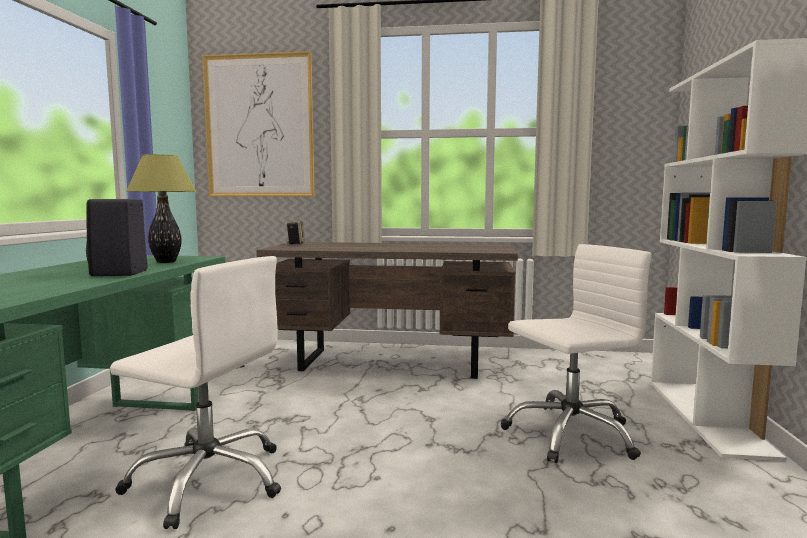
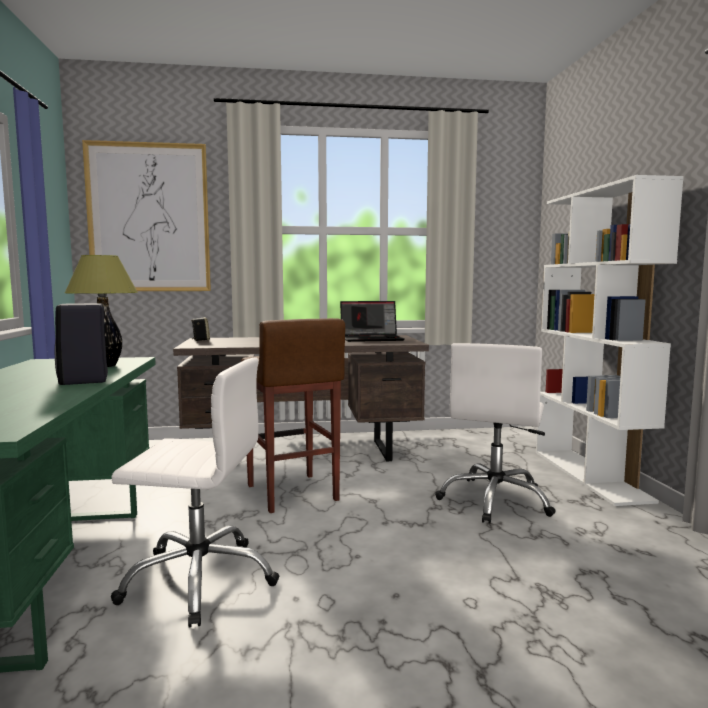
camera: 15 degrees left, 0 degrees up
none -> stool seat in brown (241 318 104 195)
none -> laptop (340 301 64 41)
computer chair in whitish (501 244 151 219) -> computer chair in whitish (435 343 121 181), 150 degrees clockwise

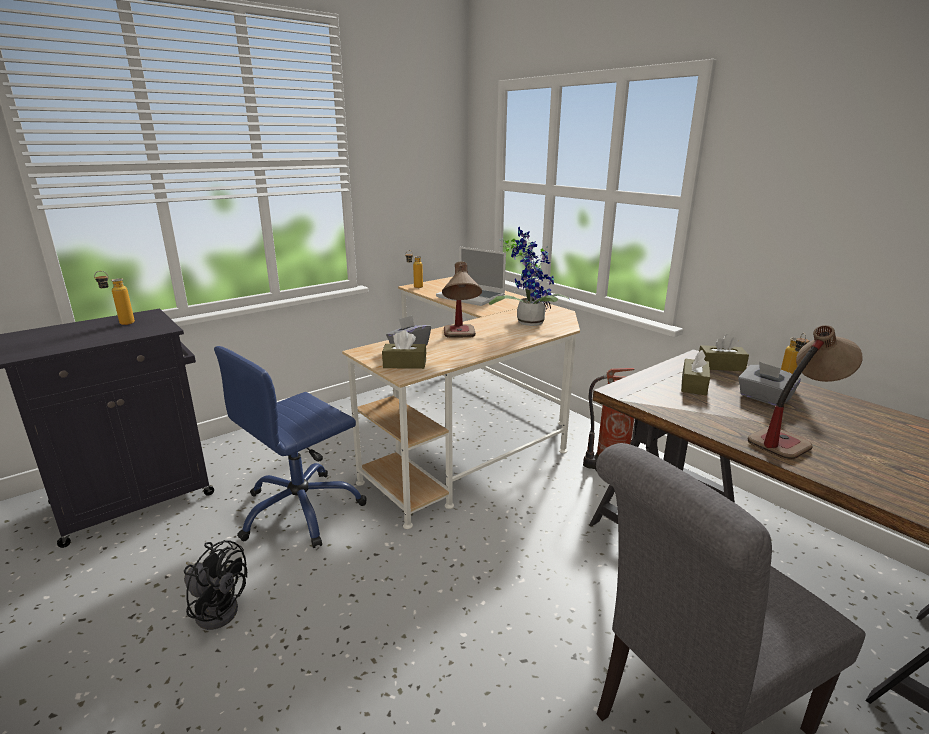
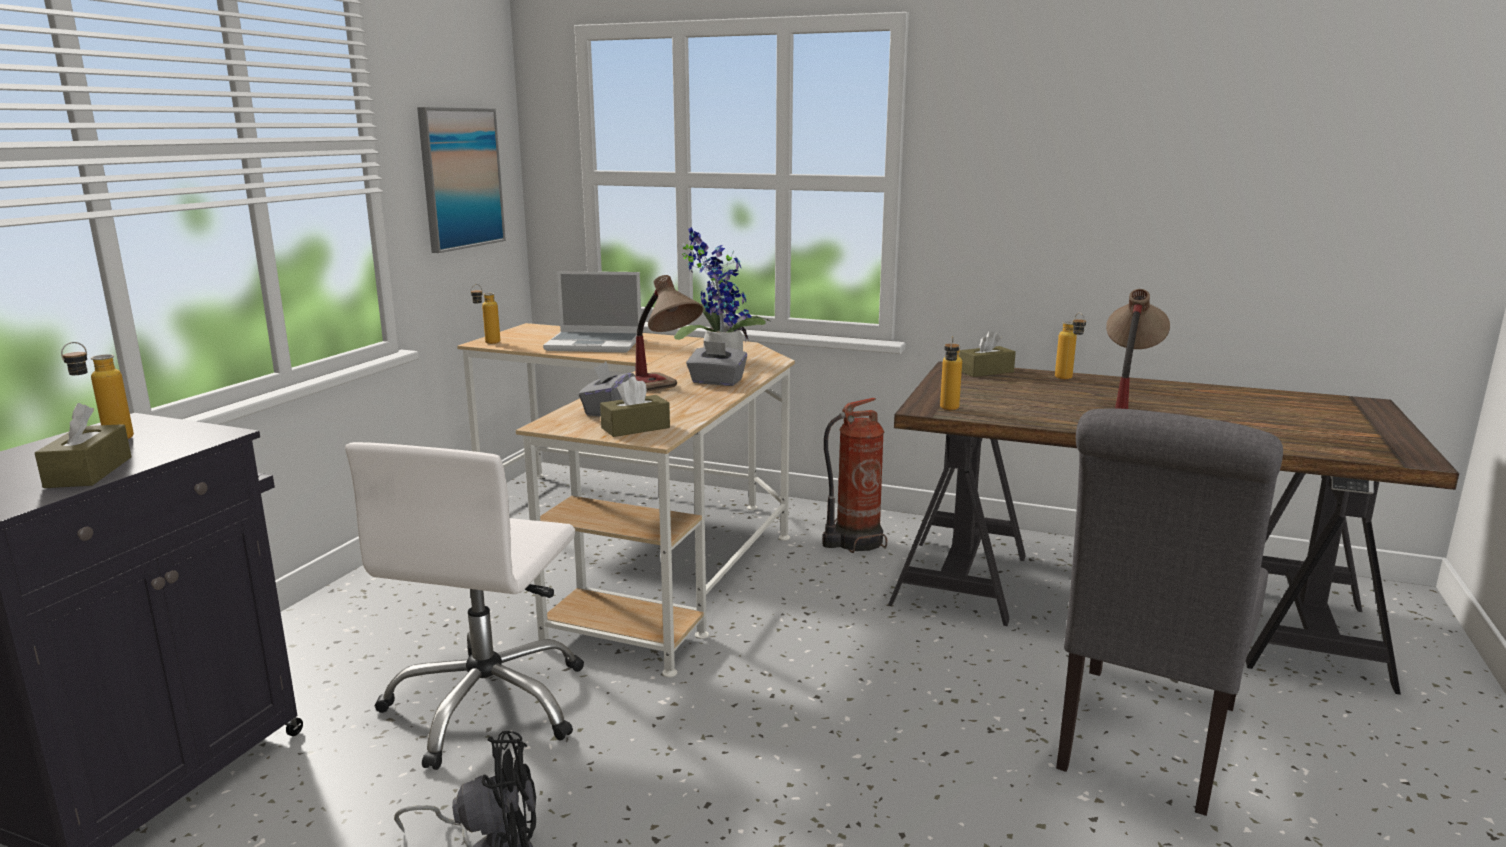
camera: 30 degrees left, 5 degrees down
box of tissues in brown (681 350 29 45) -> box of tissues in brown (35 403 96 85), relocated
computer chair in blue-coloured (214 346 153 202) -> computer chair in whitish (345 442 239 328)
none -> wall art (417 107 89 146)
box of tissues in gray (738 362 63 44) -> box of tissues in gray (686 341 61 45), relocated
none -> bottle (940 336 22 74)

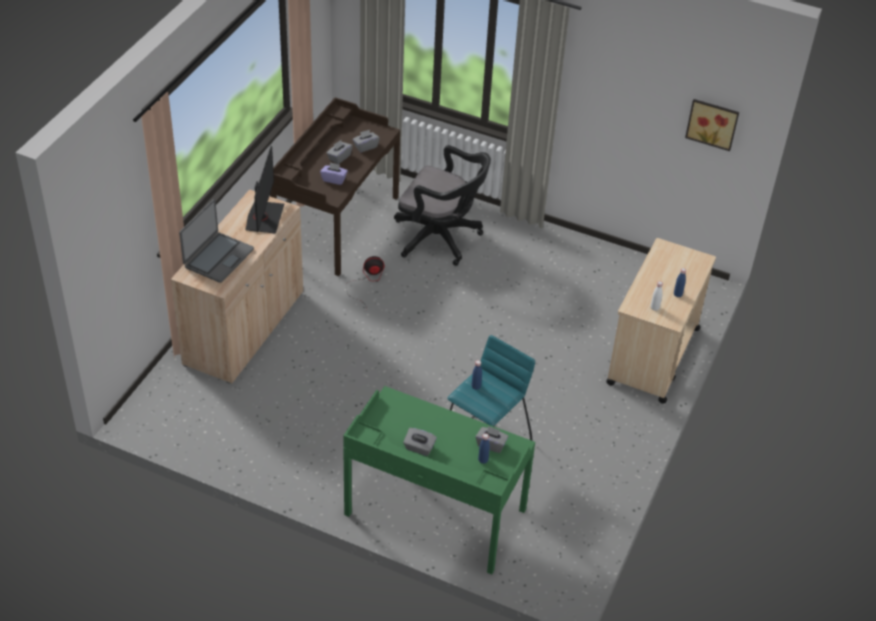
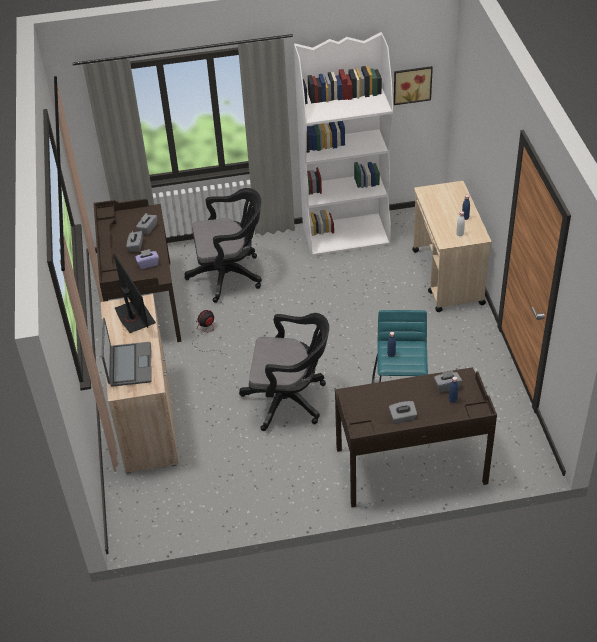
camera: 30 degrees left, 0 degrees up
none -> computer chair in black (239 313 90 118)
none -> bookshelf in whitish (294 32 99 224)
desk table in green-coloured (343 386 192 188) -> desk table in brown (335 367 162 140)

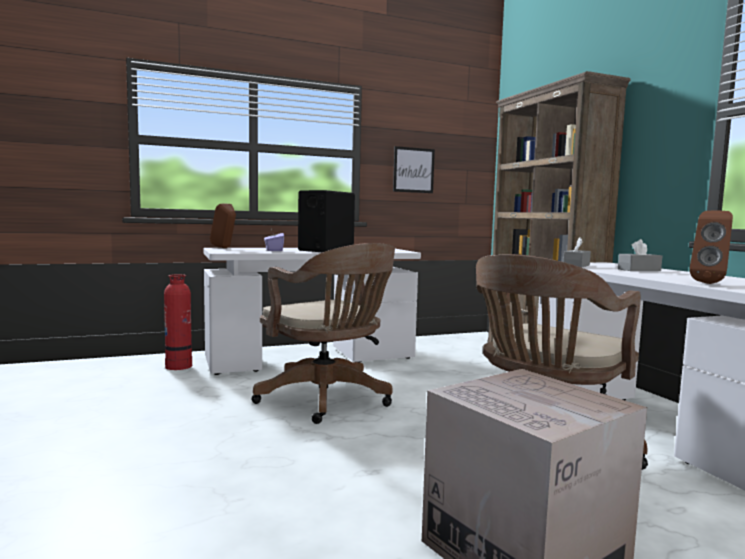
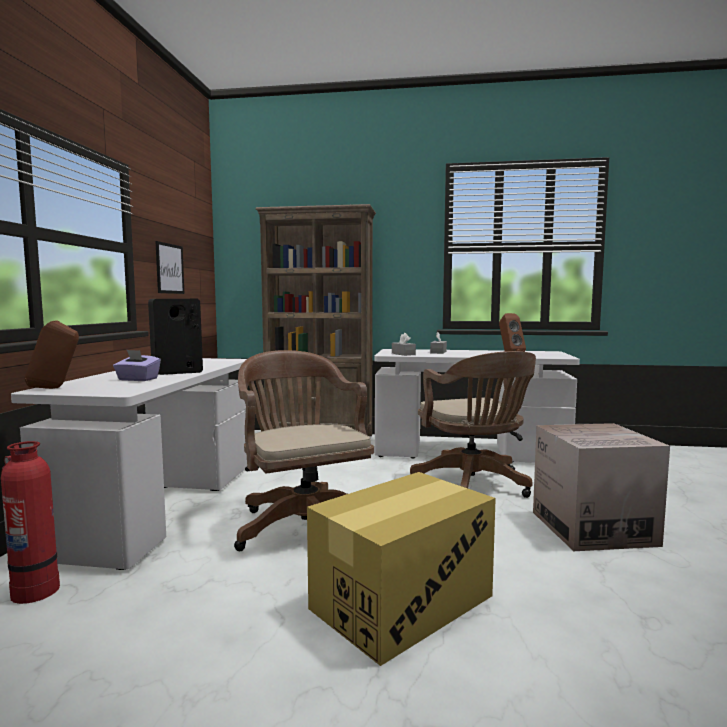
camera: 60 degrees left, 0 degrees up
computer chair in brown (252 243 143 181) -> computer chair in brown (234 350 140 201), 105 degrees counterclockwise
none -> carton (307 472 189 194)

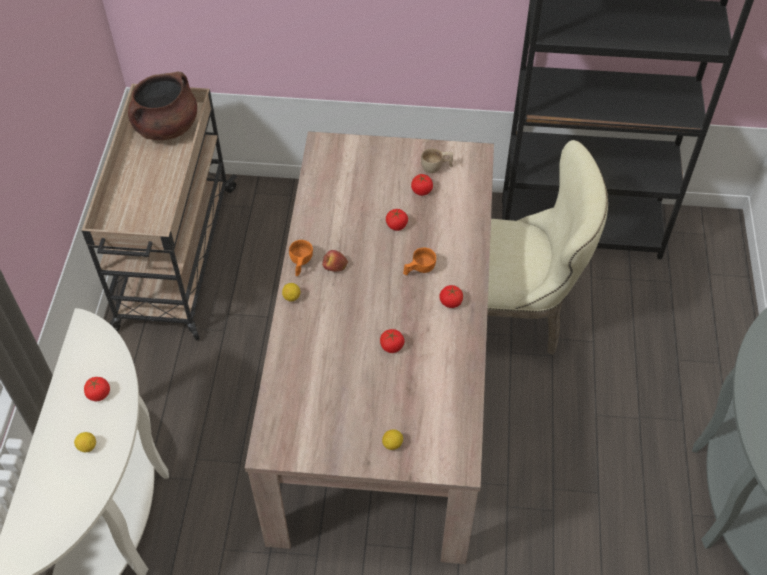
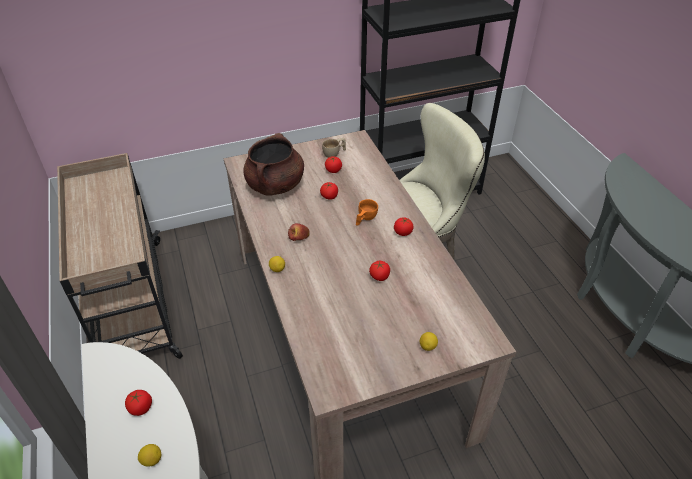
camera: 25 degrees left, 10 degrees down
stockpot in brown (128 72 69 68) -> stockpot in brown (243 133 61 63), relocated
cup in orange-coloured (289 240 24 36) -> none

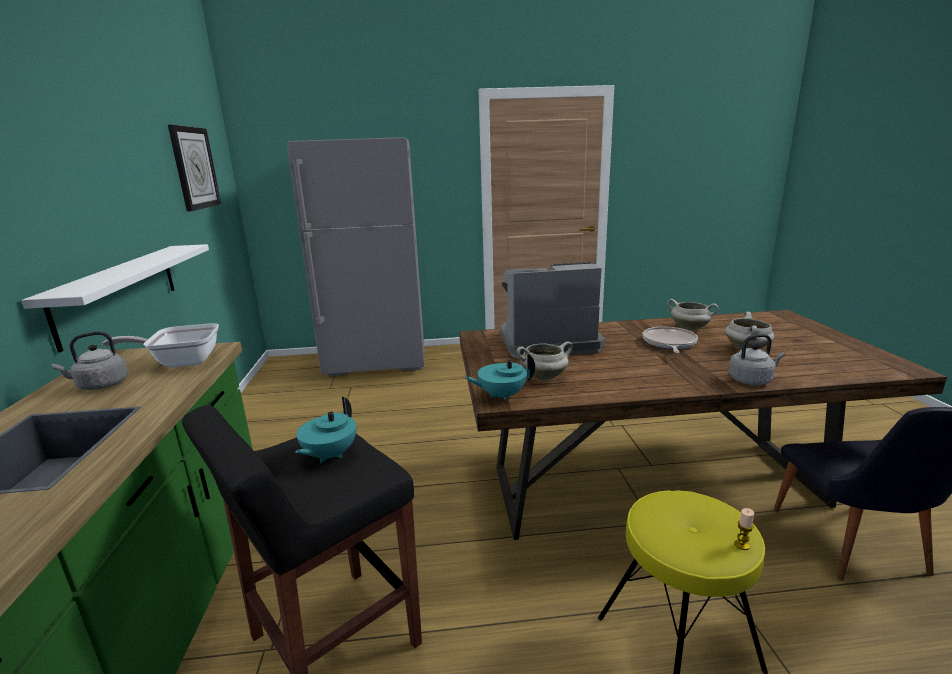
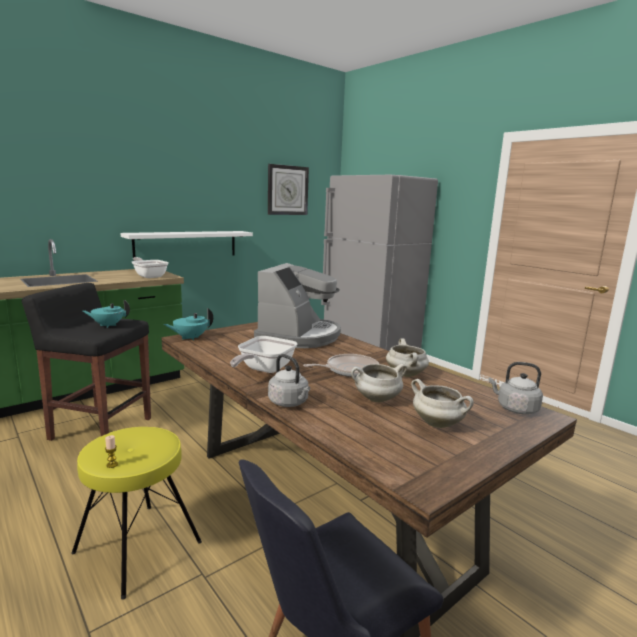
camera: 55 degrees right, 5 degrees down
tea pot in blue-green (464 353 71 48) -> tea pot in blue-green (164 308 49 32), 75 degrees counterclockwise
none -> pan (230 336 67 37)
coffee machine (500 262 105 97) -> coffee machine (254 263 87 85), 60 degrees clockwise
stockpot in whitish (517 341 55 40) -> stockpot in whitish (411 379 63 49), relocated
water kettle in gray (52 331 76 59) -> water kettle in gray (489 362 54 53), relocated

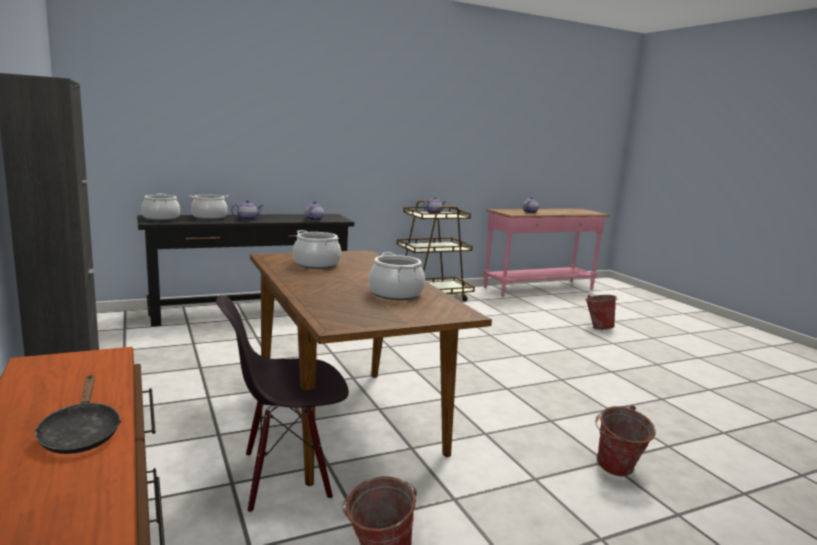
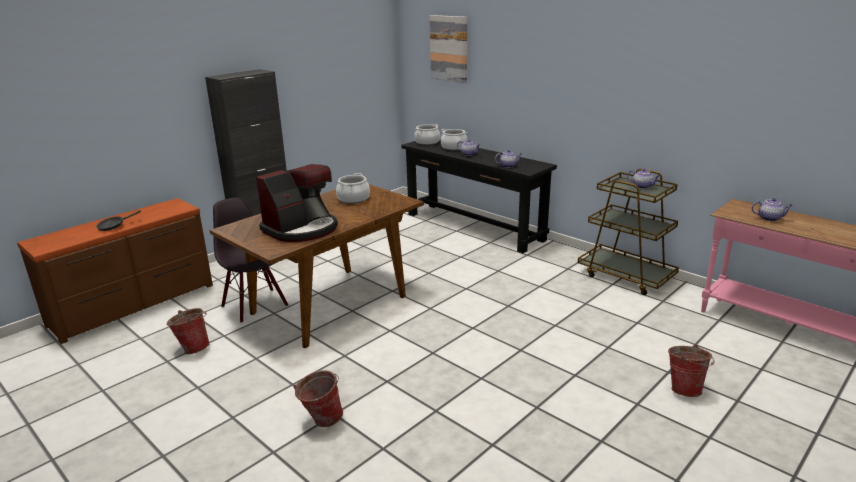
camera: 70 degrees right, 10 degrees up
stockpot (369 252 56 48) -> coffee machine (256 164 82 78)
none -> wall art (430 15 37 68)

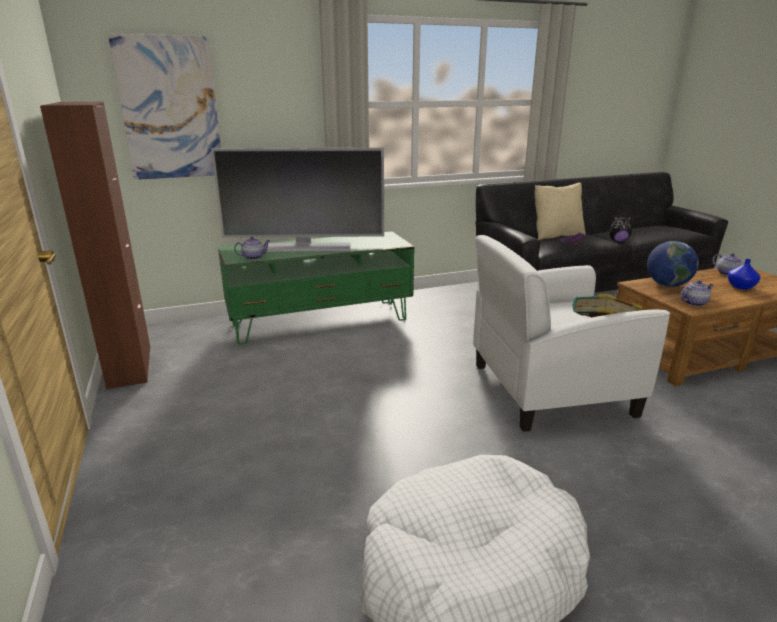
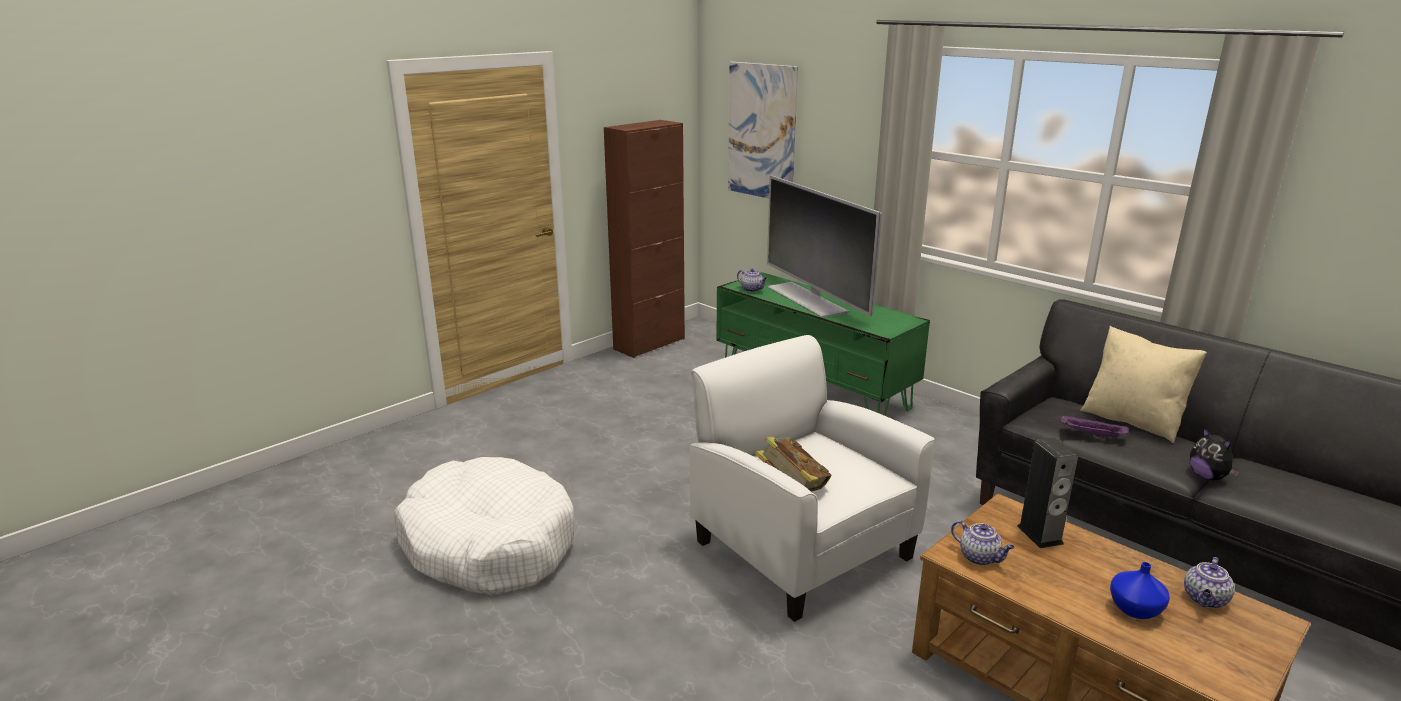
camera: 65 degrees right, 0 degrees up
world globe (647 241 51 46) -> loudspeaker (1017 437 61 111)

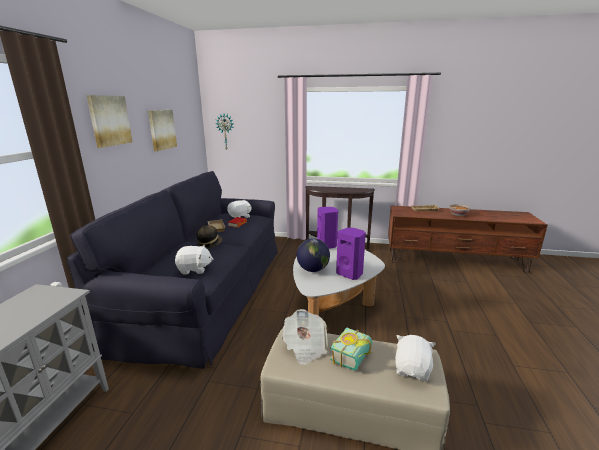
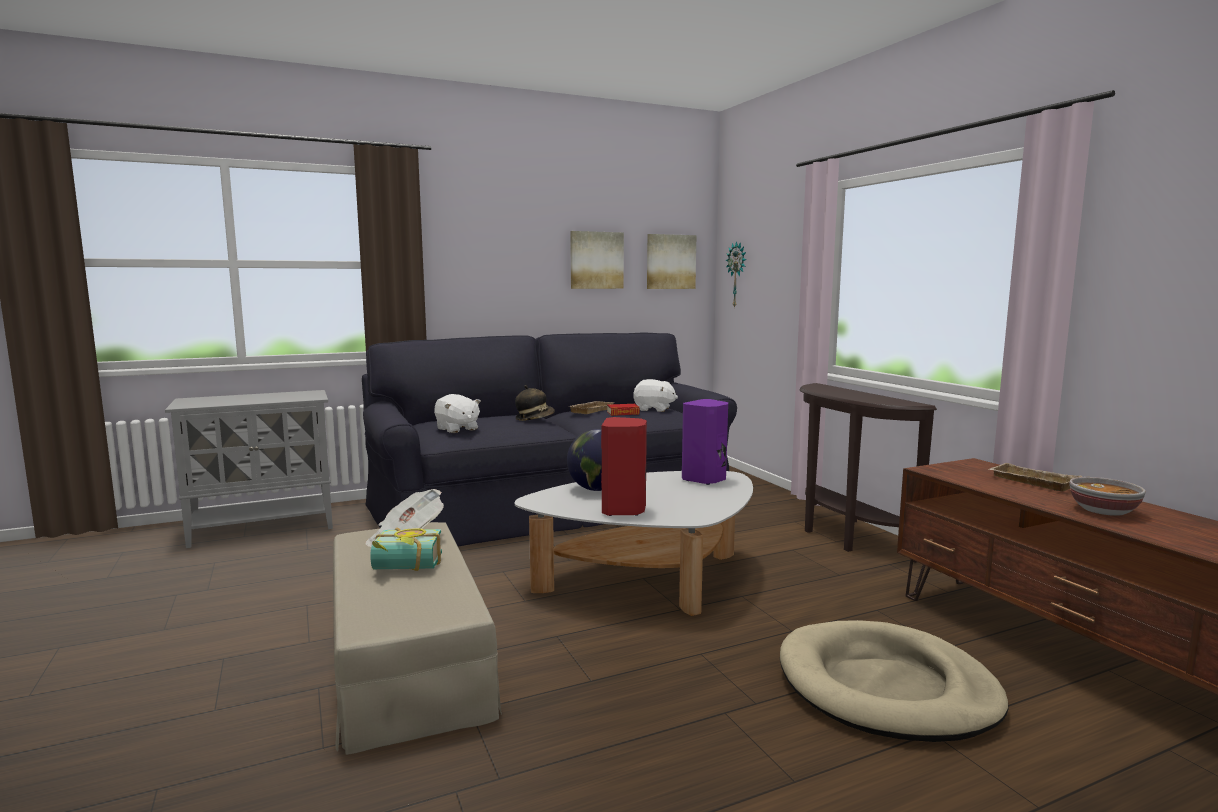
camera: 55 degrees right, 10 degrees down
loudspeaker in purplish (336 228 30 52) -> loudspeaker in reddish (601 417 46 99)
wall art (87 95 45 53) -> wall art (647 234 50 55), relocated
none -> dog cushion in beige-coloured (780 620 228 122)
soft toy in whitish (395 335 41 46) -> none

